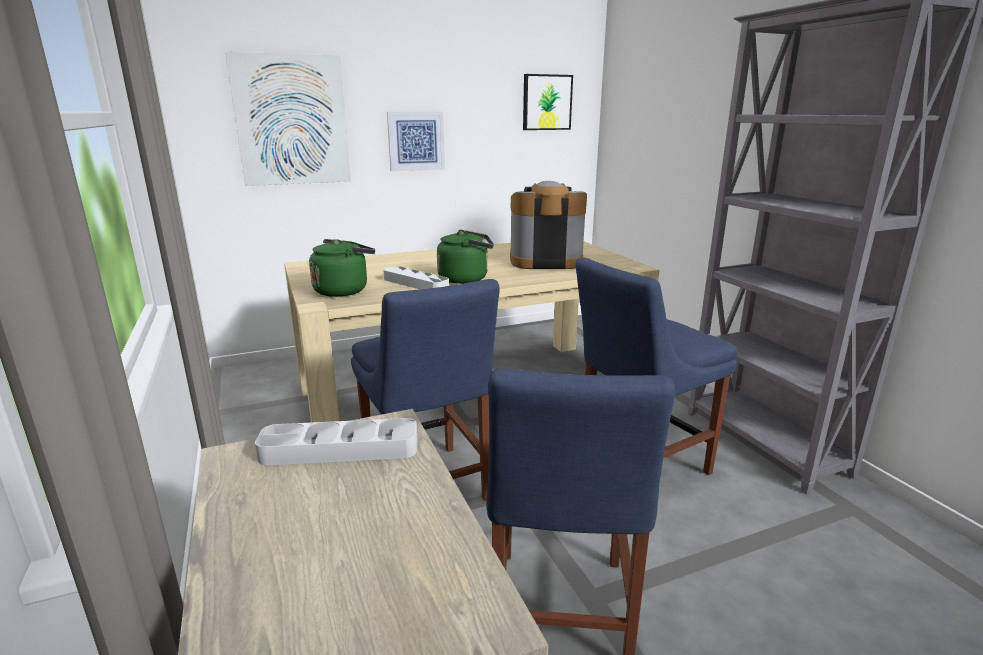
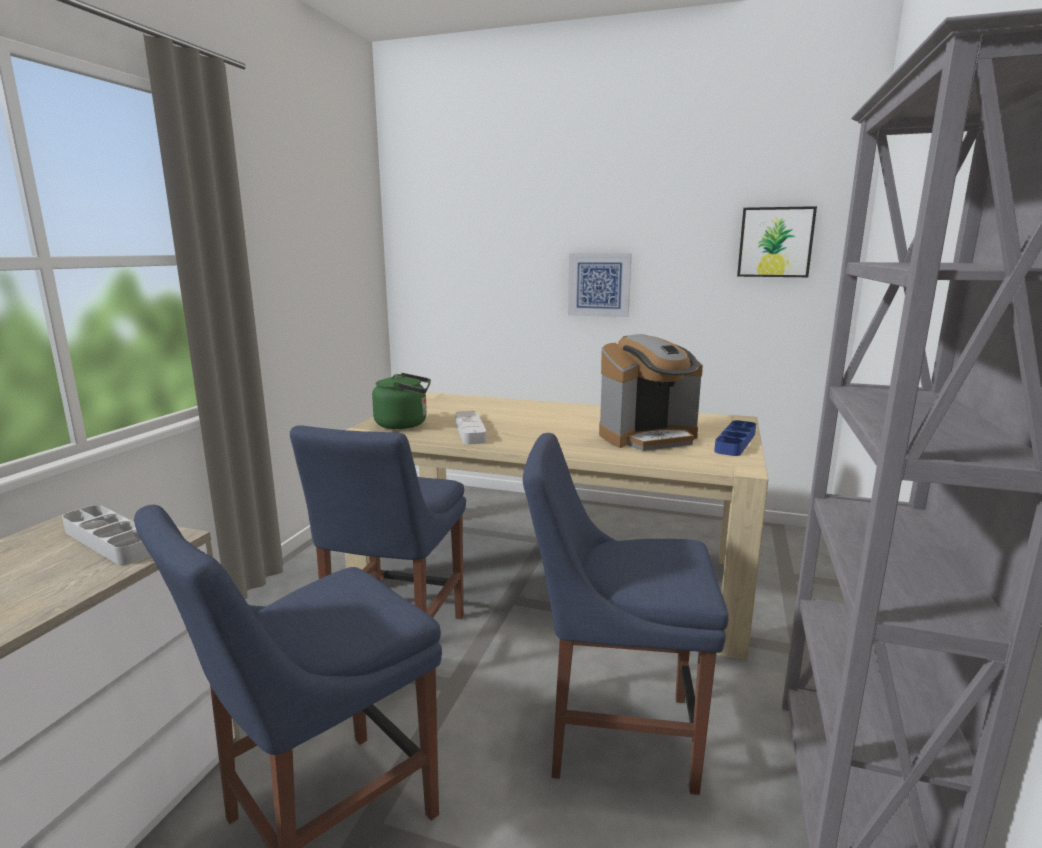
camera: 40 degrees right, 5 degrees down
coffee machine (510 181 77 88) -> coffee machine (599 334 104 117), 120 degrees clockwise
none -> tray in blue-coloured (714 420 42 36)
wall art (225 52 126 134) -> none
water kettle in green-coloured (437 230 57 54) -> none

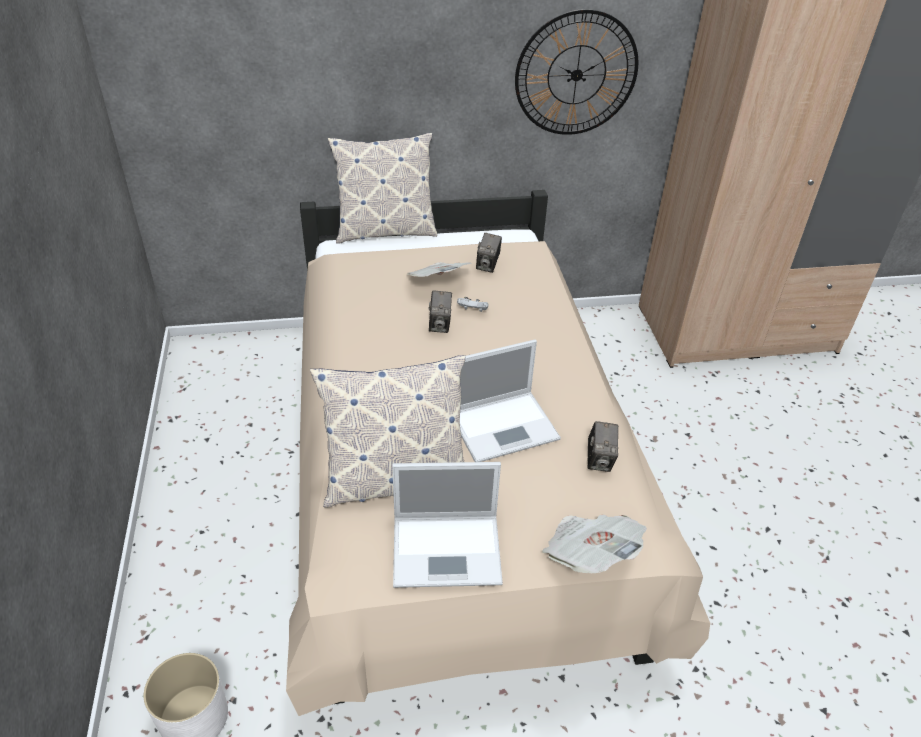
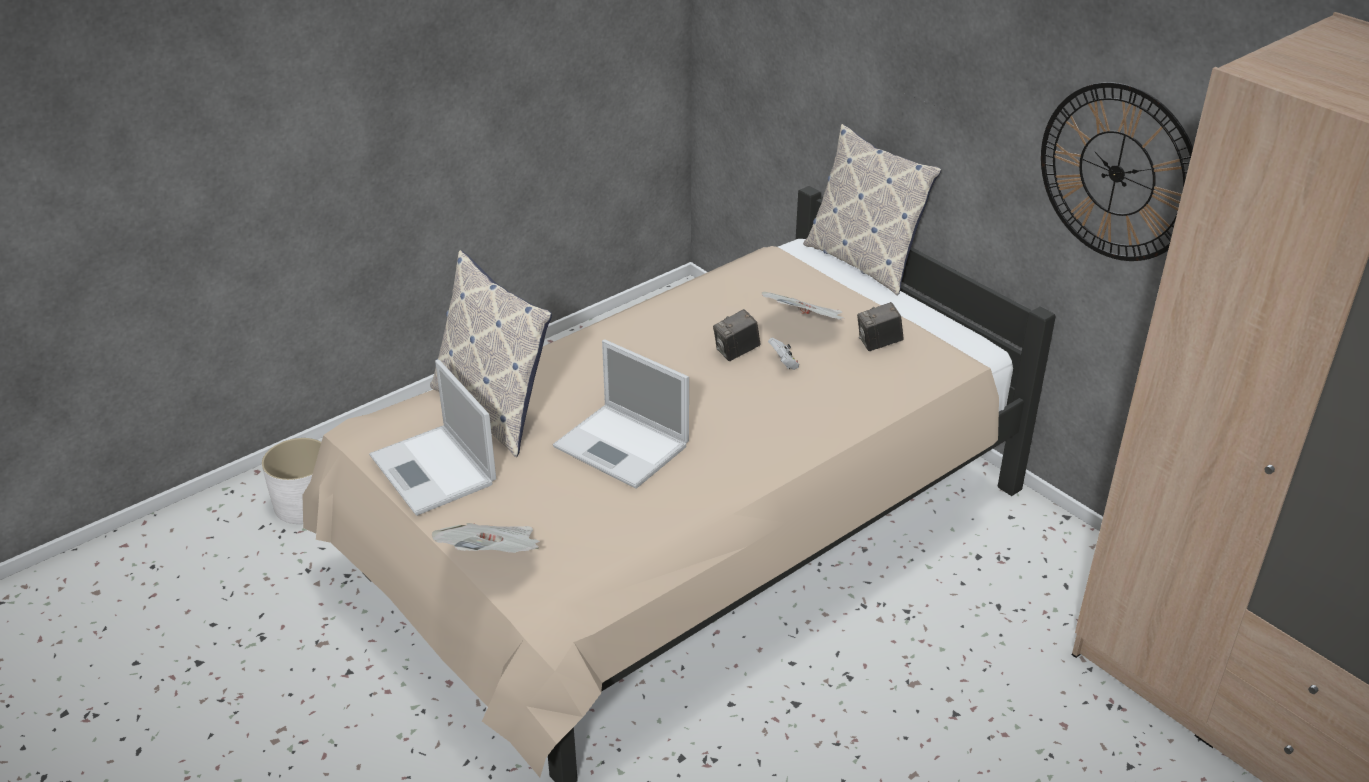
camera: 60 degrees right, 5 degrees down
still camera (587 421 31 51) -> none

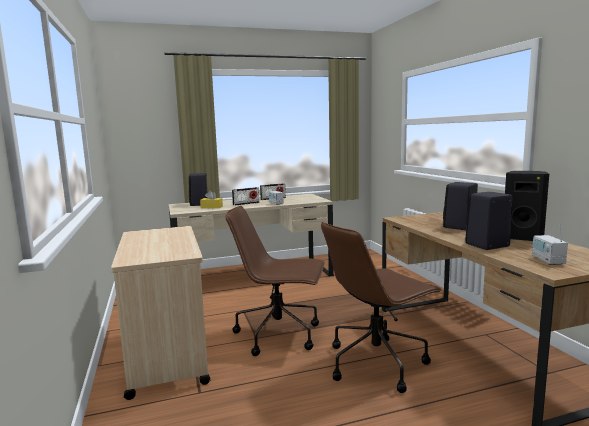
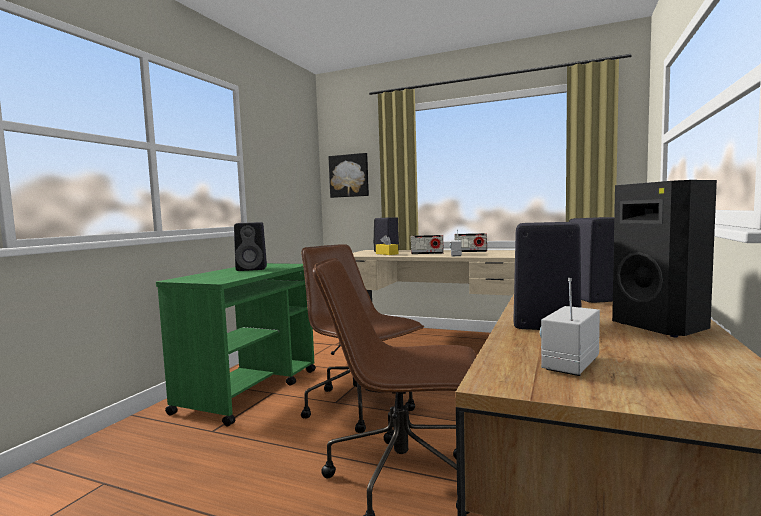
camera: 40 degrees right, 5 degrees down
wheeled cart in beige-coloured (111 226 99 174) -> wheeled cart in green-coloured (156 263 160 164)
none -> loudspeaker in black (234 222 33 49)
none -> wall art (328 153 41 45)

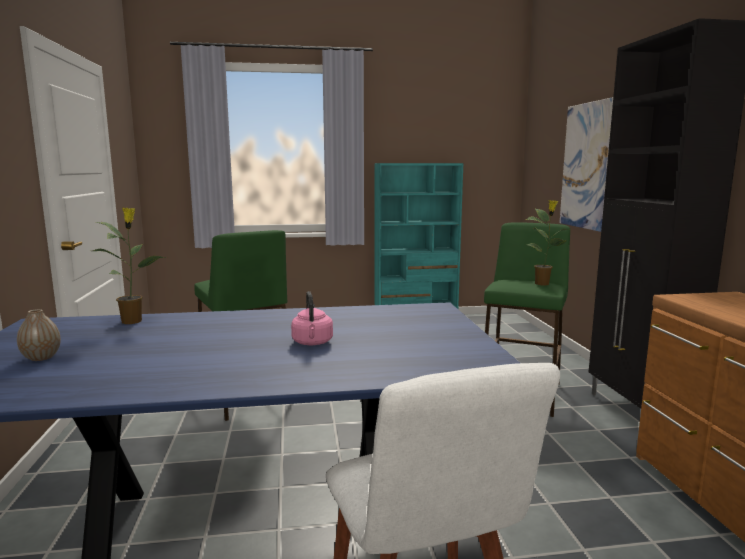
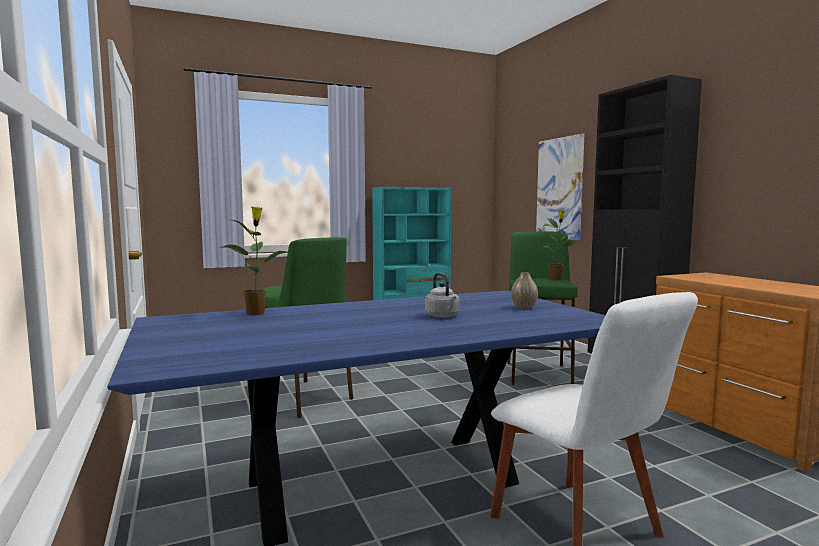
camera: 15 degrees left, 5 degrees down
water kettle in pink (291 291 42 54) -> water kettle in gray (425 273 35 45)
decorative vase (17 309 44 52) -> decorative vase (511 272 27 37), relocated

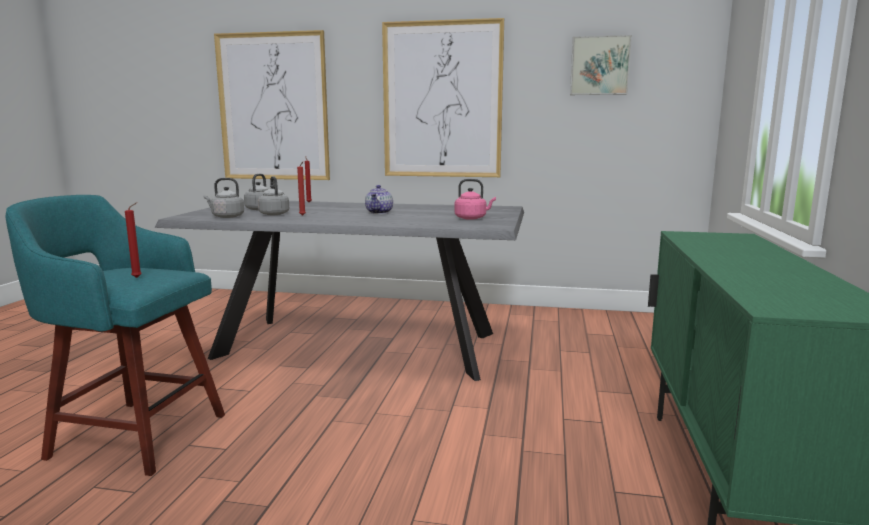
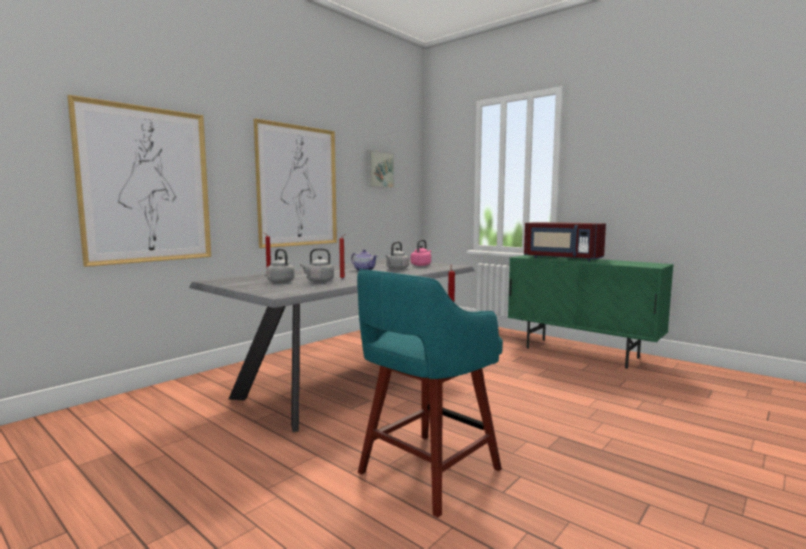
camera: 60 degrees left, 5 degrees down
water kettle in gray (204 178 40 40) -> water kettle in gray (385 242 24 28), relocated
none -> kitchen microwave in reddish (524 222 82 39)

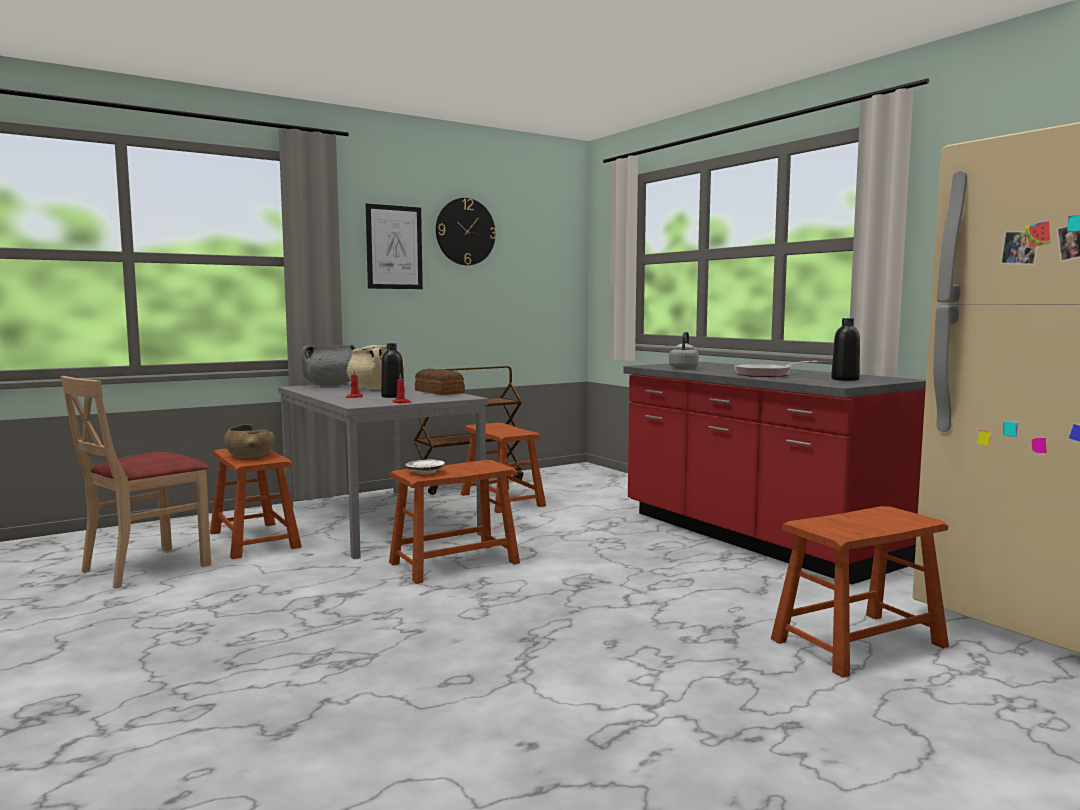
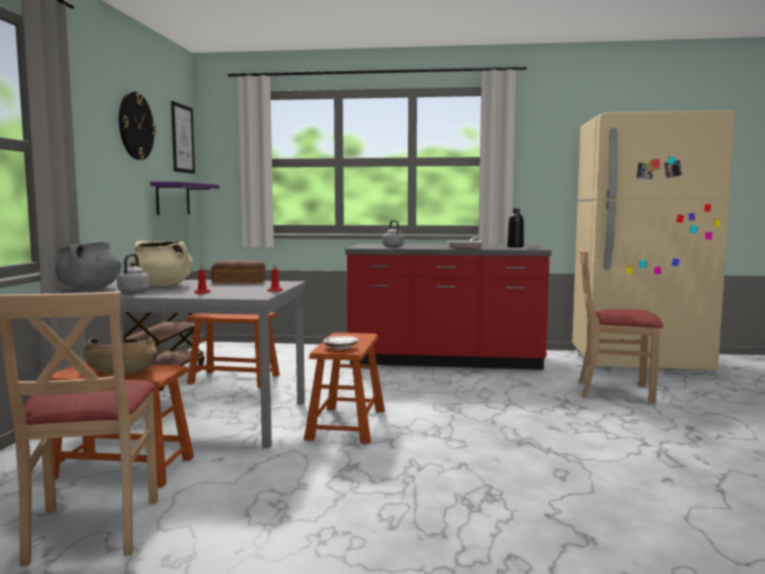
camera: 50 degrees left, 0 degrees up
none -> water kettle in gray (116 254 34 40)
none -> bracket shelf in purplish (150 182 69 33)
wall art (366 204 57 85) -> wall art (171 101 24 73), relocated
stool seat in brown (771 506 178 172) -> plain chair in beige-coloured (579 248 84 155)
bottle in black (381 343 24 55) -> none

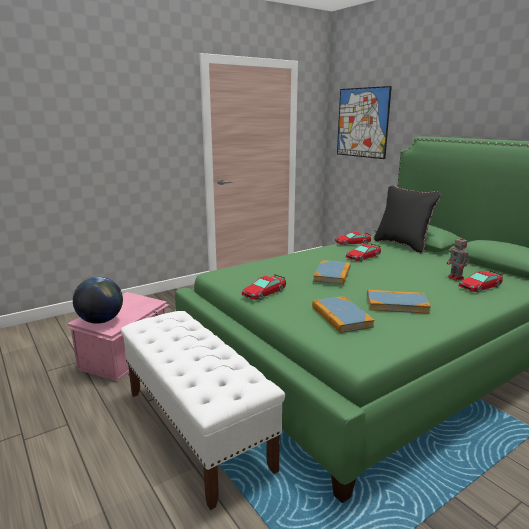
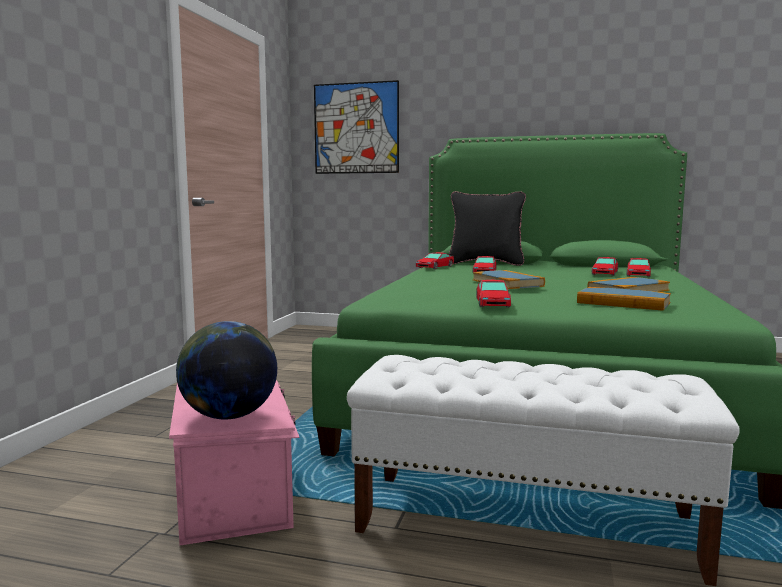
camera: 40 degrees left, 10 degrees down
robot figure (447 234 23 47) -> miniature car (592 257 26 19)

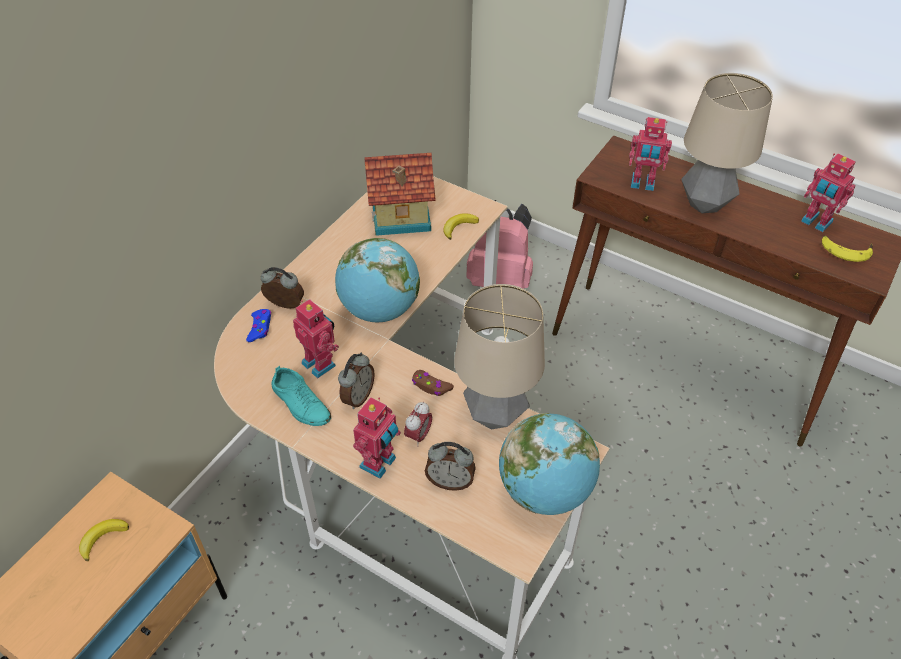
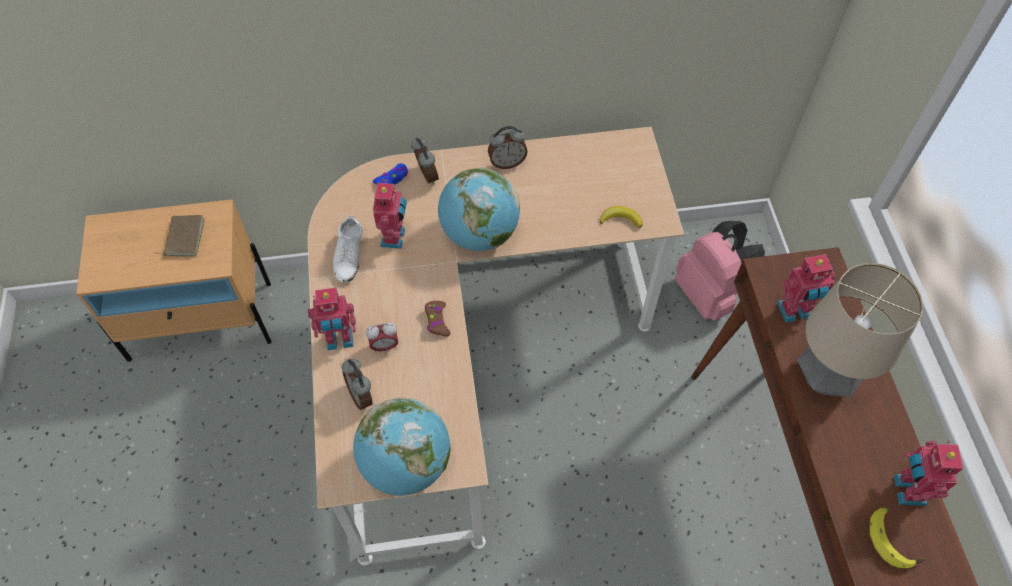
camera: 50 degrees right, 10 degrees up
banana fruit (79 519 50 42) -> book in brown (153 215 52 42)
low shoe in blue-green (272 366 59 60) -> low shoe in whitish (333 216 30 67)
table clock (338 353 37 56) -> table clock (488 126 40 43), relocated
robot figure (629 117 43 74) -> robot figure (777 254 58 69), 75 degrees counterclockwise
miniature house (364 153 72 83) -> none
table lamp (454 284 91 145) -> none

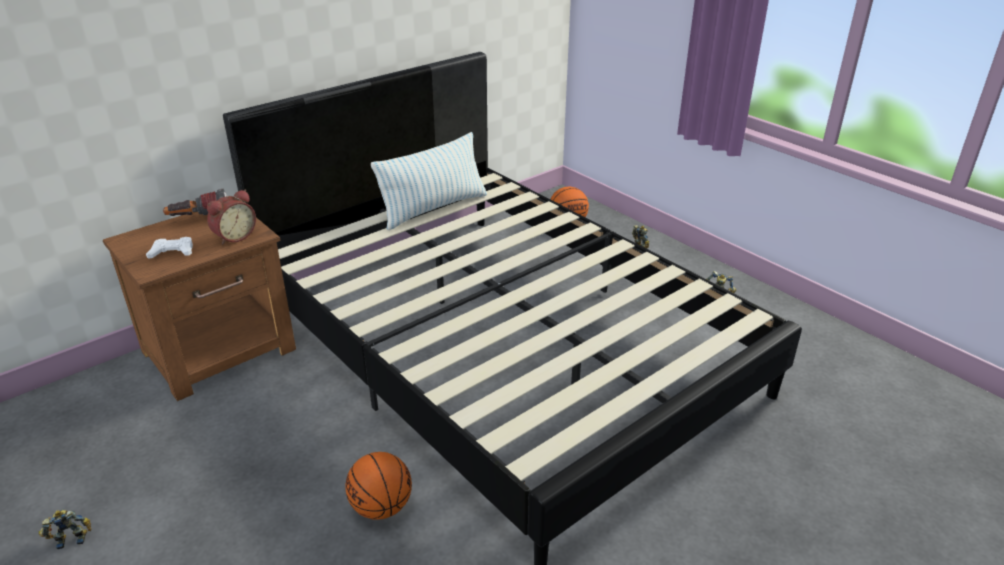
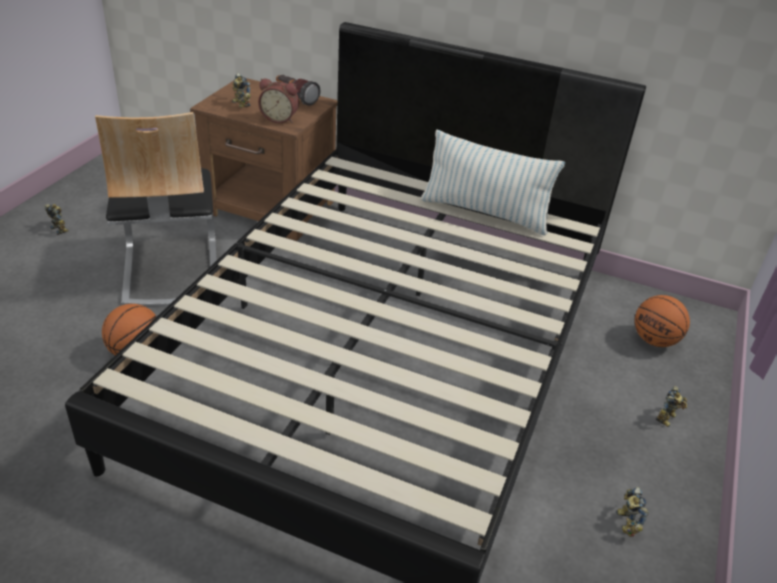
camera: 60 degrees right, 5 degrees up
none -> plain chair (95 112 122 194)
joypad in whitish (146 237 47 22) -> robot figure (232 73 19 35)

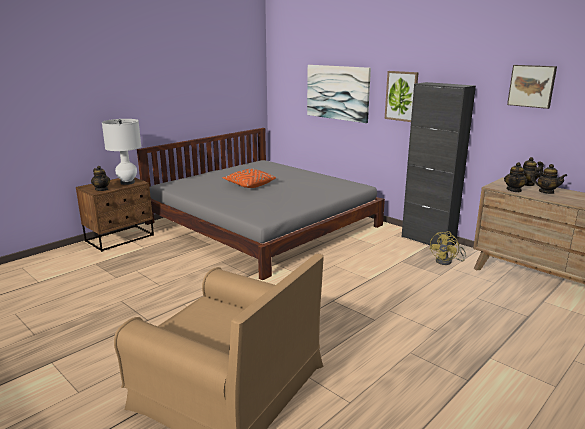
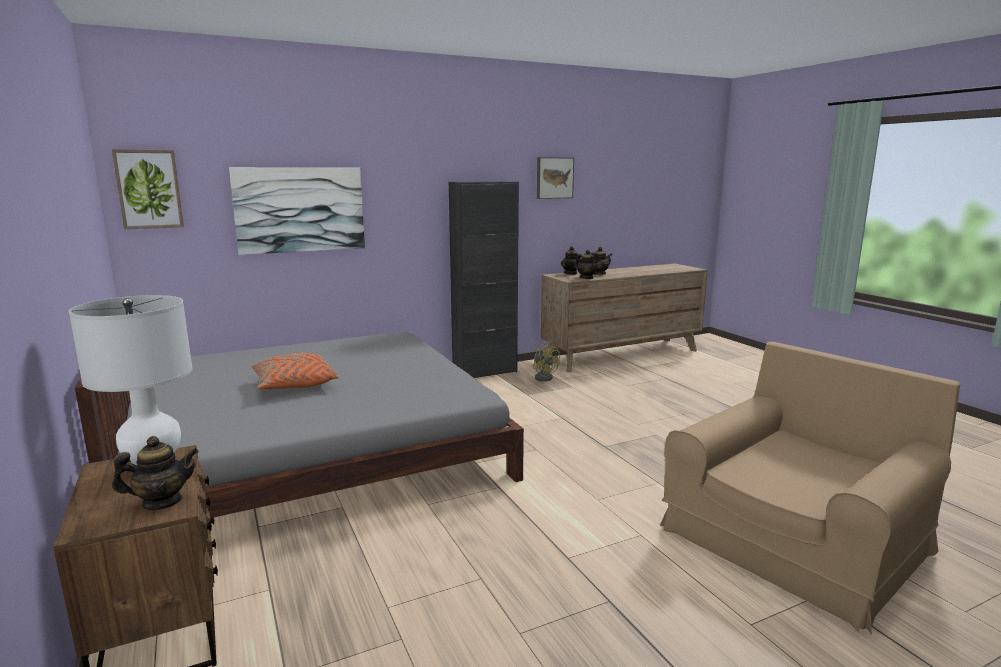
camera: 70 degrees left, 5 degrees down
wall art (385 71 34 51) -> wall art (112 149 72 80), relocated

